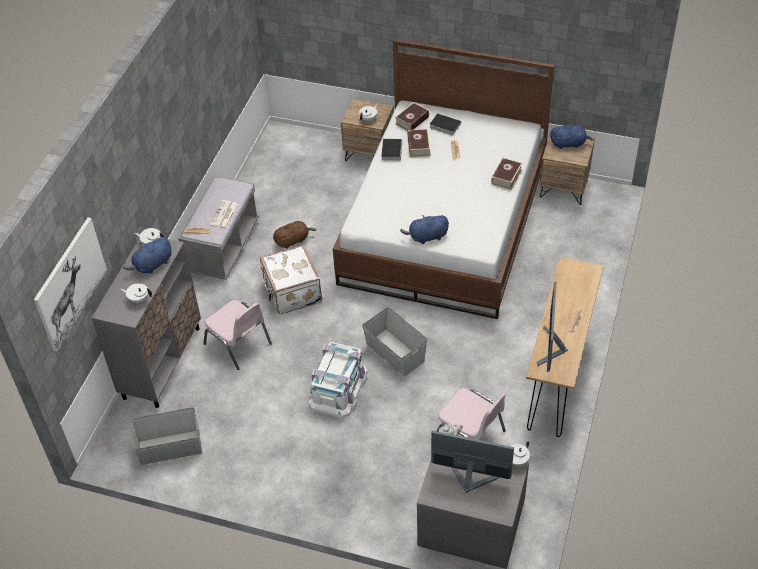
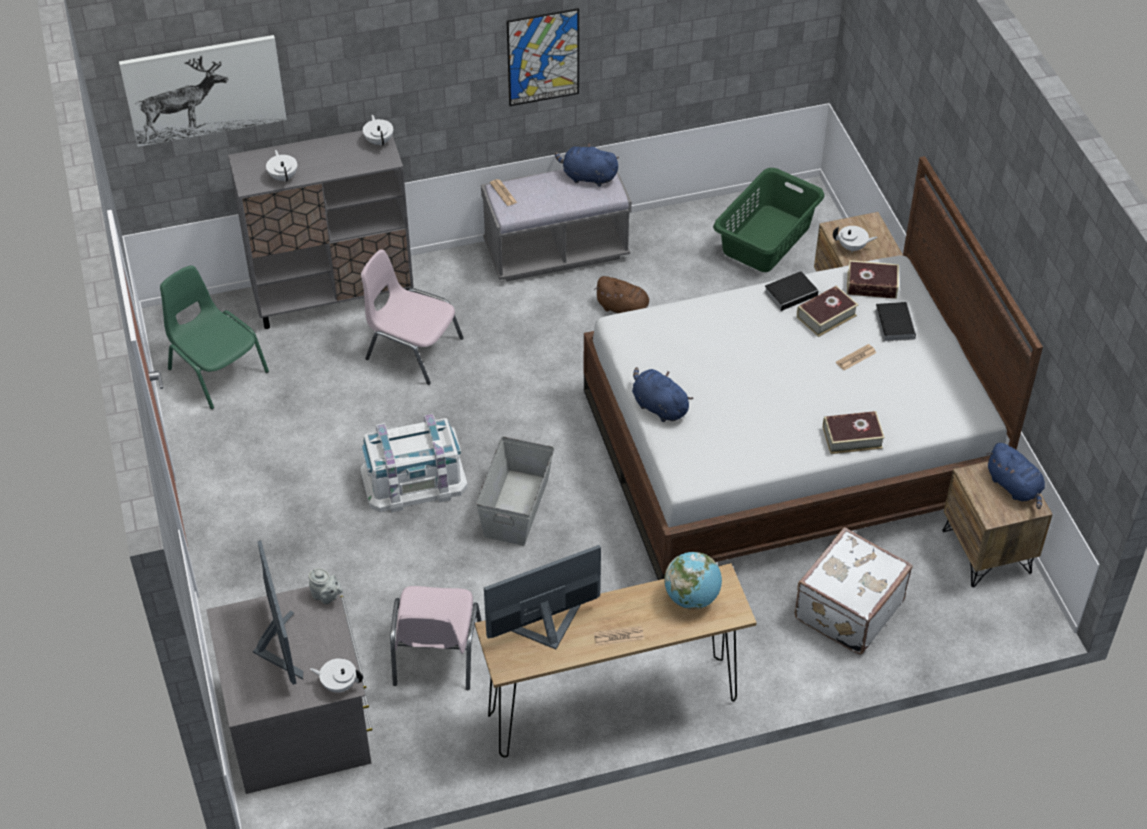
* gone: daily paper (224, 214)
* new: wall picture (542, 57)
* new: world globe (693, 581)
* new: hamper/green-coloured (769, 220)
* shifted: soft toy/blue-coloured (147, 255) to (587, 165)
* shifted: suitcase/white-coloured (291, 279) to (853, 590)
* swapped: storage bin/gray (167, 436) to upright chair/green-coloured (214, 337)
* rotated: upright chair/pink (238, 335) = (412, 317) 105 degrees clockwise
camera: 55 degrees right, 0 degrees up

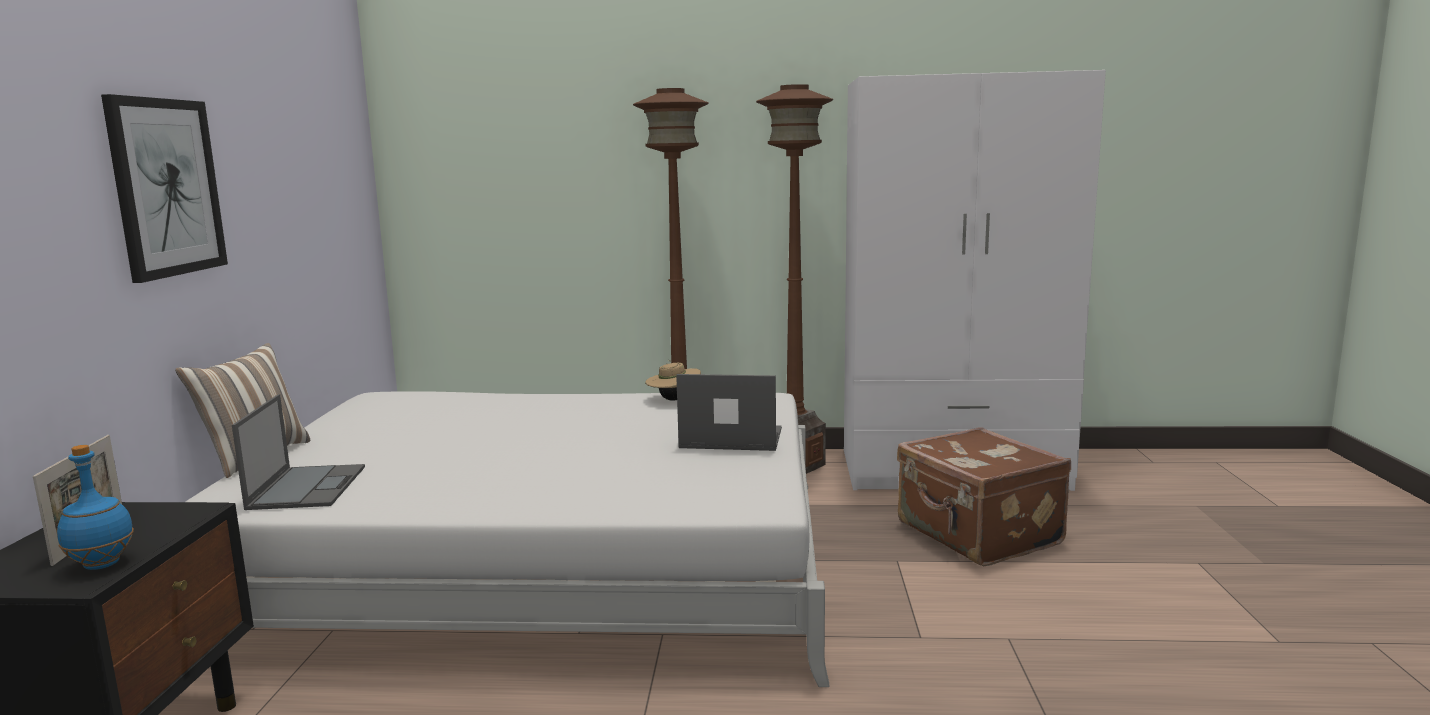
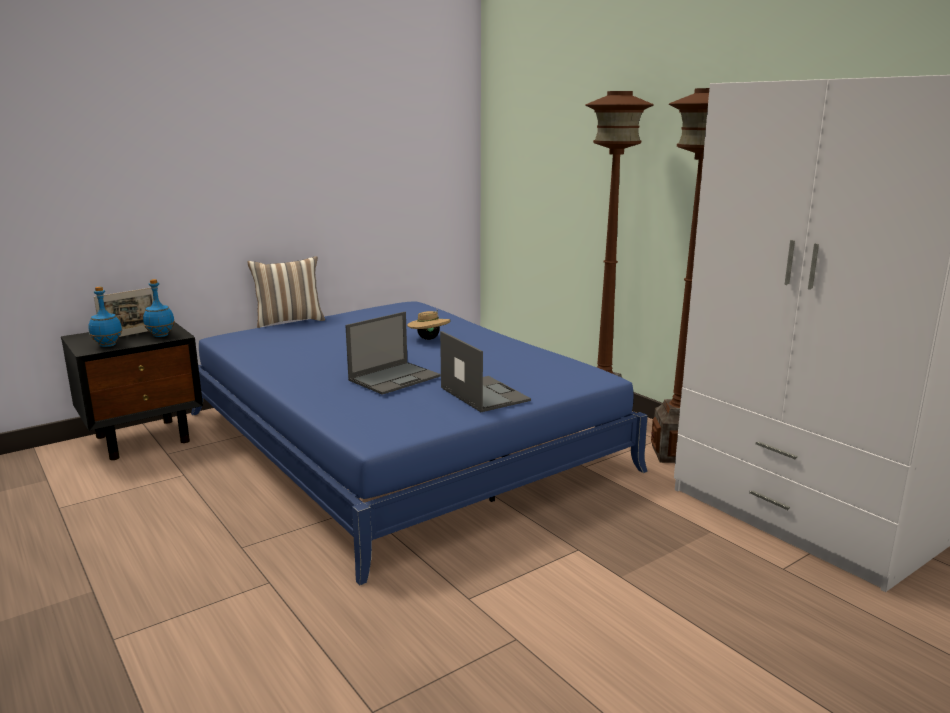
* gone: wall picture (164, 188)
* gone: suitcase/brownish (984, 496)
* new: drink bottle/blue-coloured (159, 308)
* shifted: notebook computer (298, 452) to (393, 353)
* shifted: wearable hat/beige-coloured (673, 380) to (428, 324)
* repainted: bed/white-coloured (507, 539) to bed/blue-coloured (419, 443)
camera: 50 degrees right, 5 degrees up

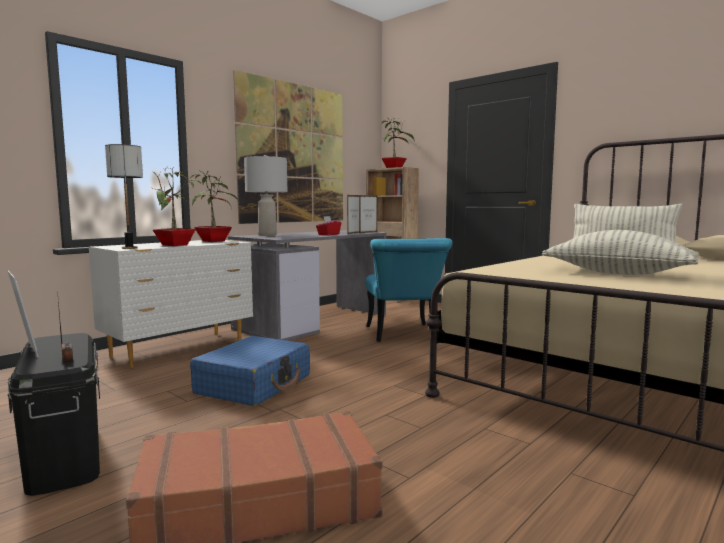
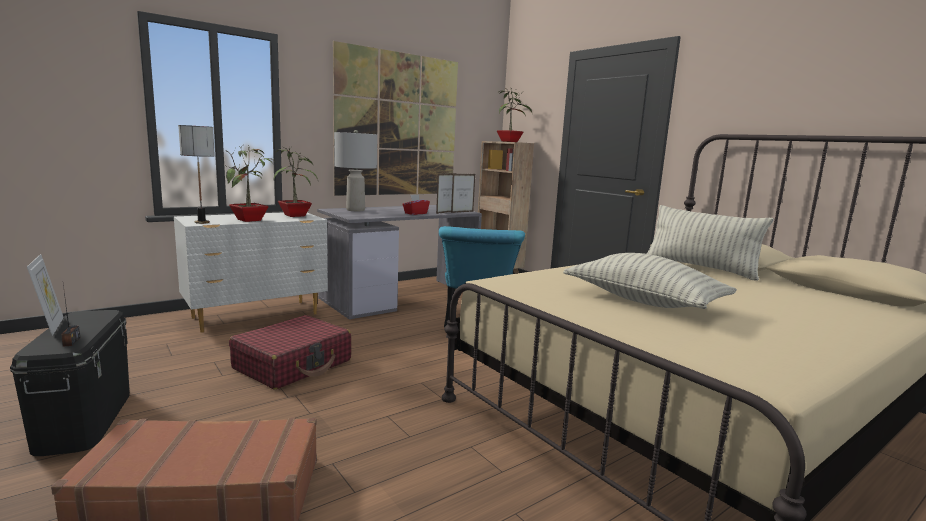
* repainted: suitcase/blue-coloured (250, 371) to suitcase/red (290, 352)
camera: 10 degrees right, 5 degrees up

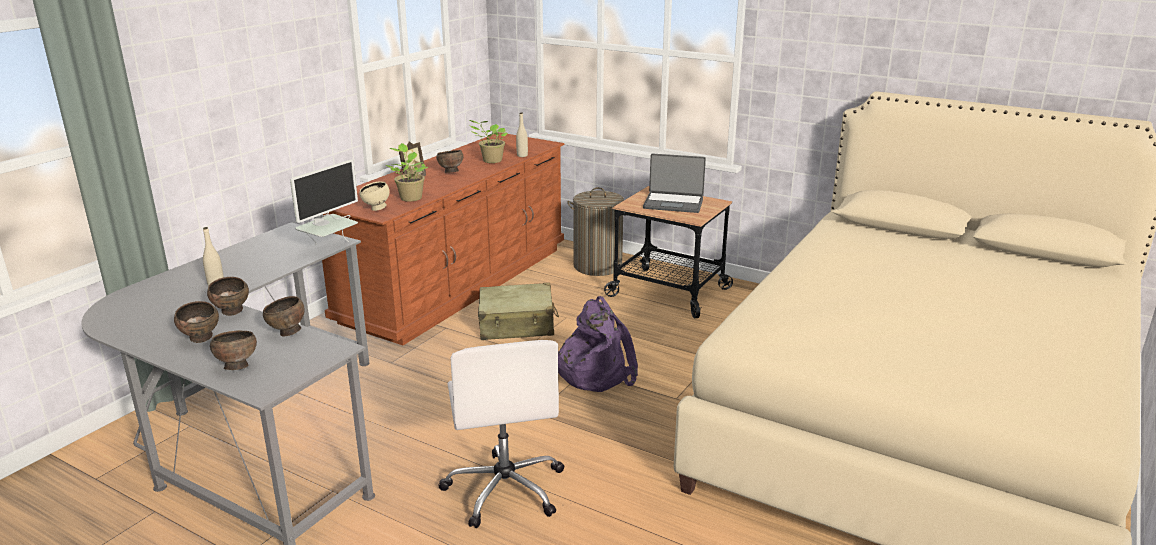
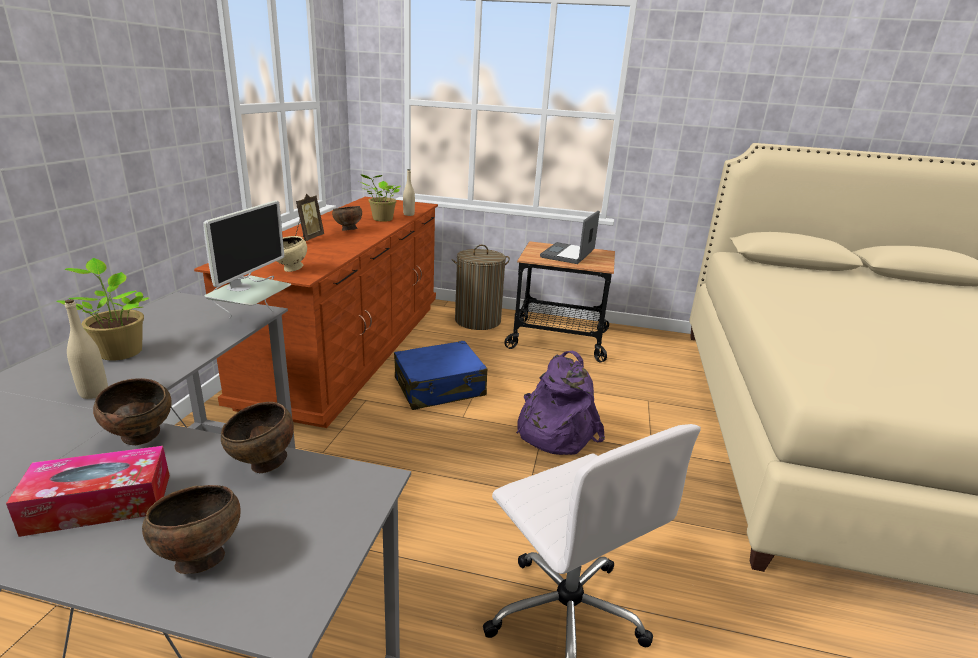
* shifted: houseplant (406, 172) to (103, 309)
* swapped: deep dish/brownish (196, 322) to tissue holder (88, 491)
* repainted: suitcase/beige-coloured (518, 311) to suitcase/blue-coloured (440, 375)
* rotated: notebook computer (674, 183) = (570, 237) 120 degrees clockwise
camera: 20 degrees left, 0 degrees up

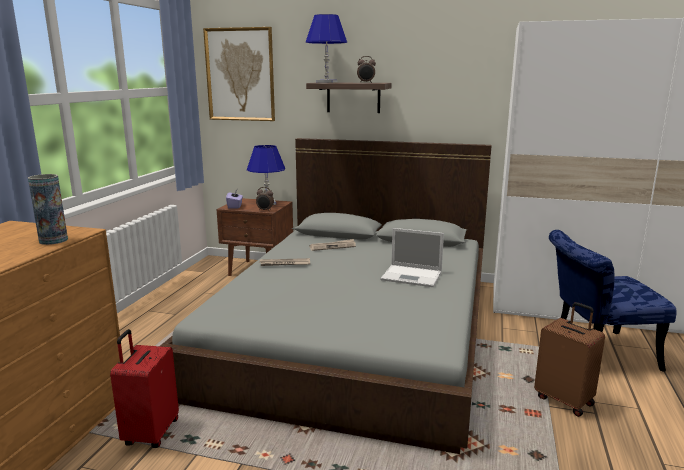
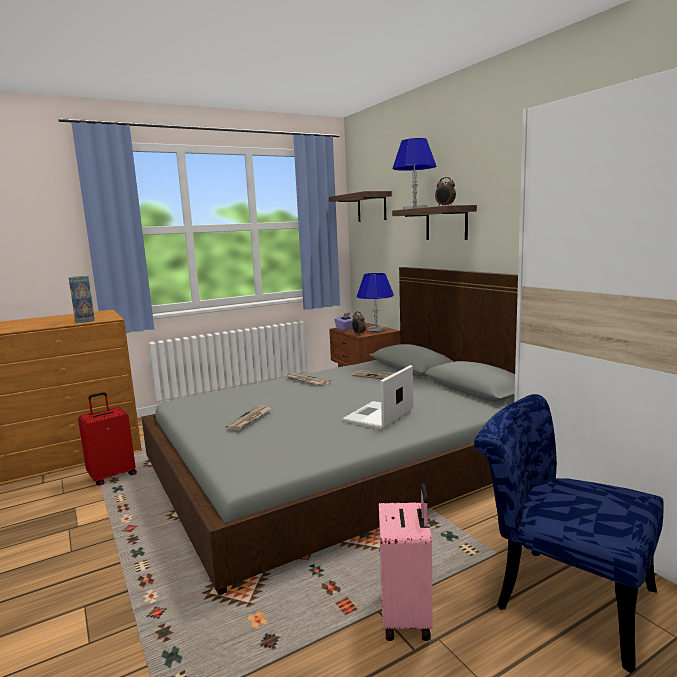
* new: daily paper (249, 418)
* swapped: wall picture (239, 74) to wall shelf (360, 206)
* repainted: suitcase/brownish (569, 359) to suitcase/pink (406, 562)
* rotated: notebook computer (412, 257) = (377, 397) 60 degrees clockwise
camera: 45 degrees right, 5 degrees down

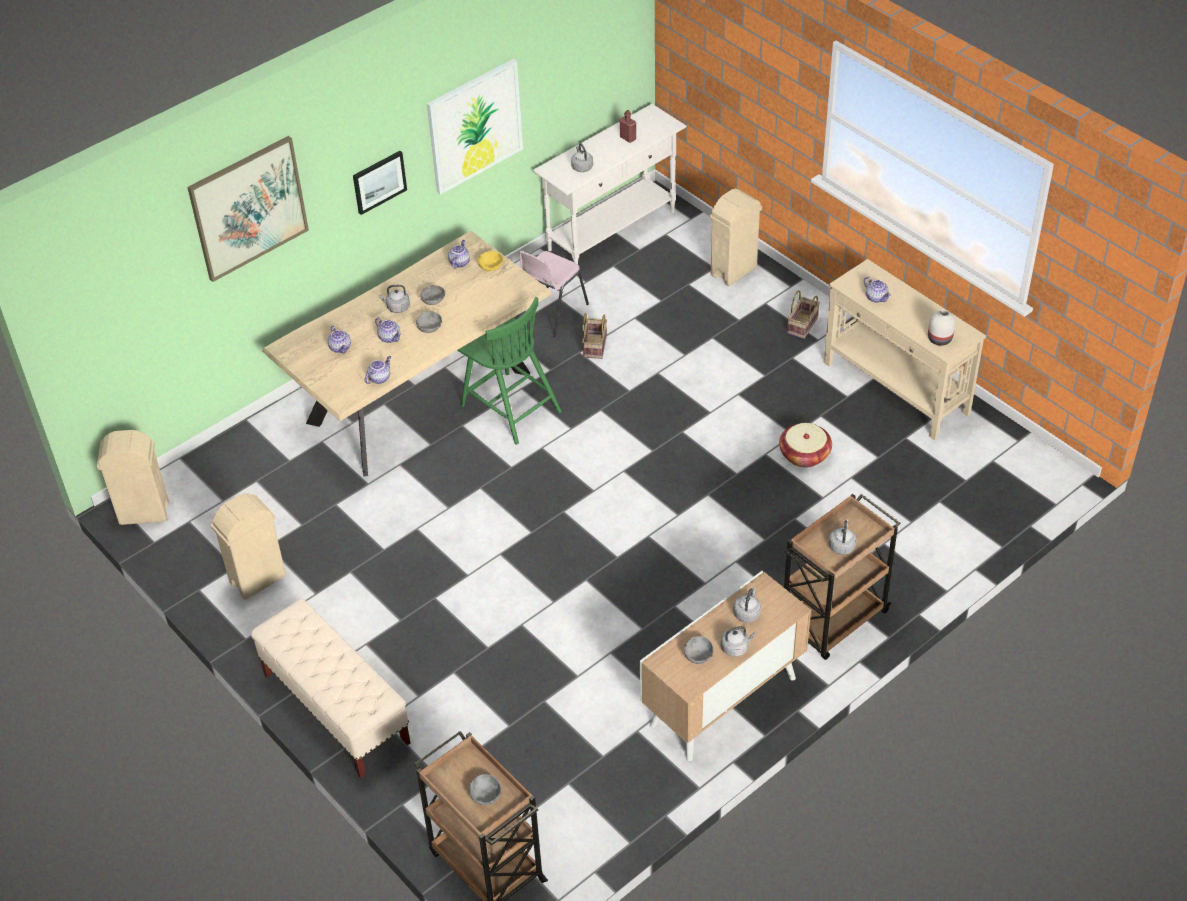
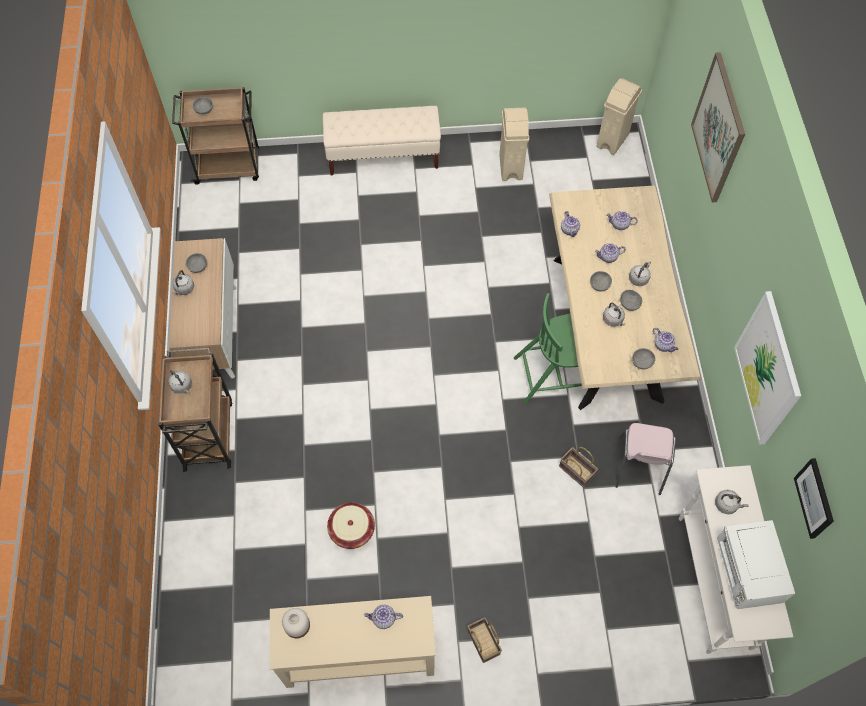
* gone: trash can/beige-coloured (736, 237)
* shifted: wall picture (380, 183) to (814, 498)
* shifted: kettle/gray (747, 605) to (614, 315)
* swapped: drink bottle/red (628, 126) to microwave/white-coloured (755, 564)
* repainted: deep dish/yellow-coloured (490, 261) to deep dish/gray (644, 359)
* rotated: upright chair/pink (552, 294) = (645, 459) 150 degrees counterclockwise
camera: 125 degrees right, 15 degrees up

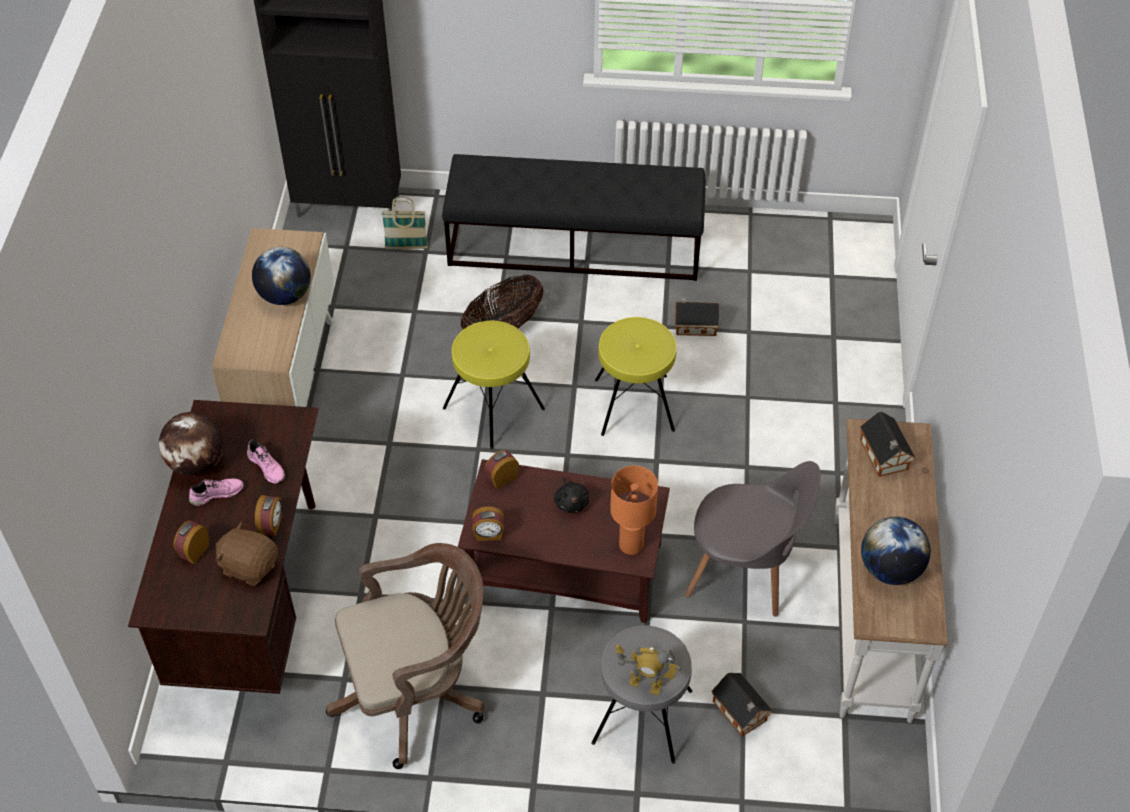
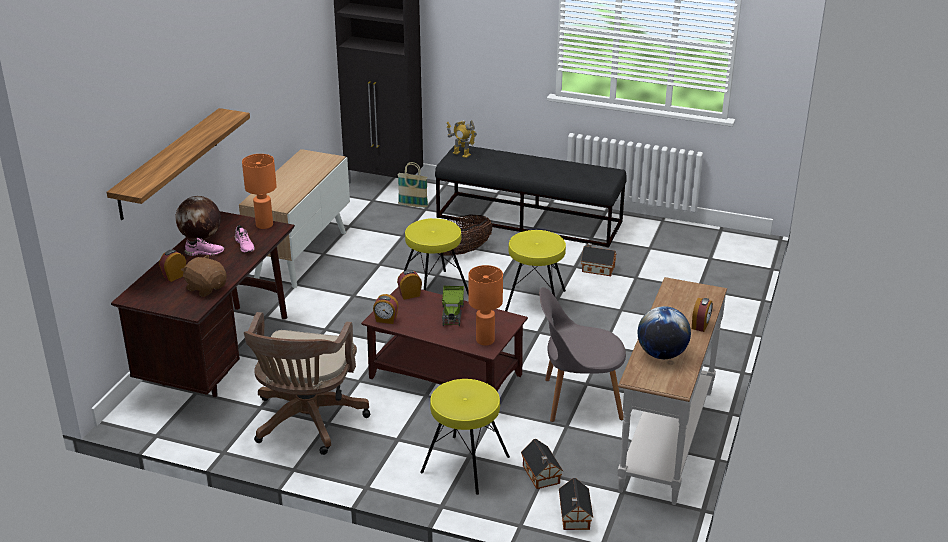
* gone: world globe (281, 276)
* new: wall shelf (178, 164)
* new: lamp for a table/orange-coloured (259, 191)
* shifted: table clock (268, 515) to (702, 315)
* shifted: toy robot (648, 669) to (462, 139)
* shifted: miniature house (887, 444) to (576, 504)
* swapped: soft toy/black-coloured (571, 495) to toy lorry (453, 306)
* repainted: stool/gray (641, 694) to stool/yellow-coloured (465, 437)
* rotated: desk chair/brownish (405, 656) = (307, 383) 105 degrees clockwise
* rotated: upright chair/gray (752, 539) = (582, 354) 150 degrees clockwise
camera: 15 degrees right, 20 degrees down

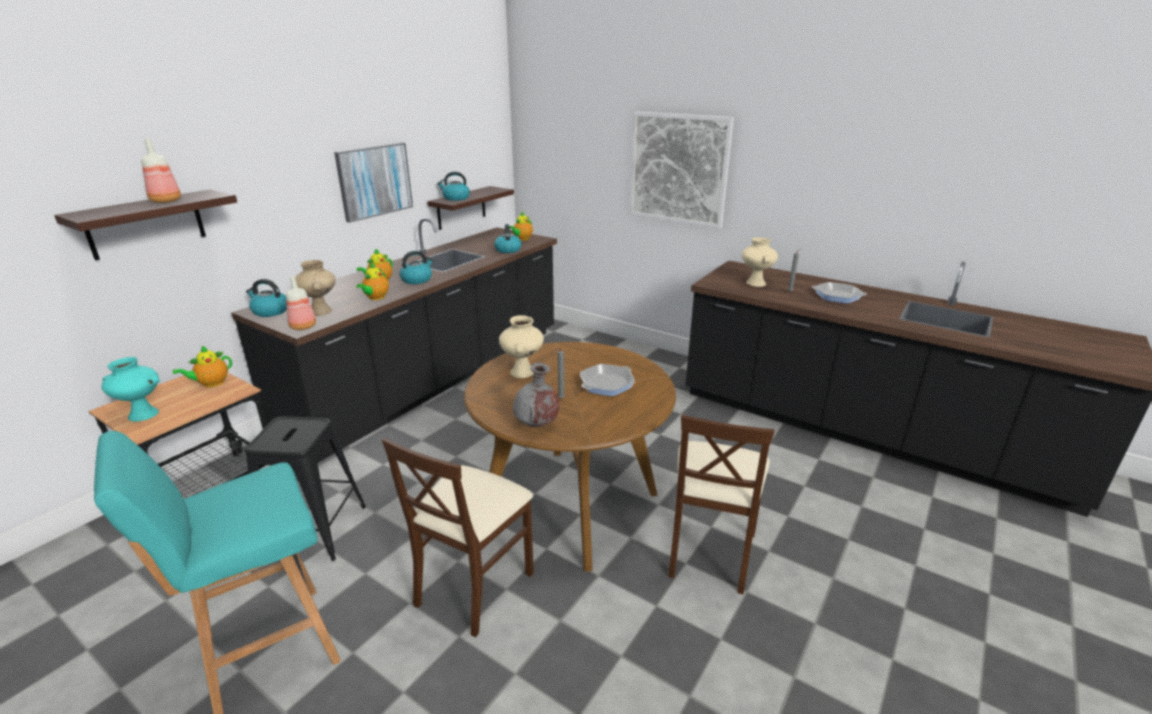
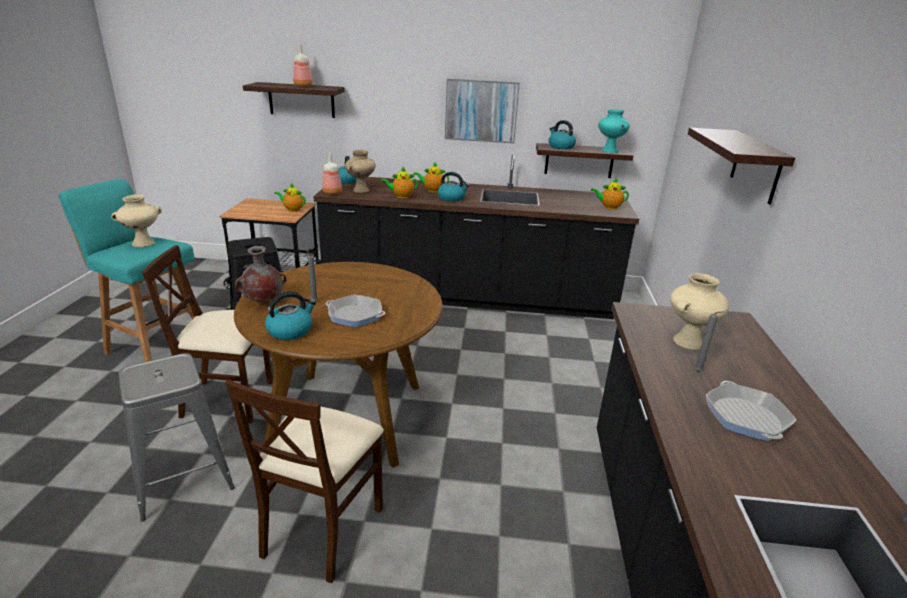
* new: stool/gray (177, 437)
* shifted: decorative vase/turquoise (131, 389) to (614, 131)
* shifted: kettle (508, 238) to (290, 315)
* shifted: decorative vase/beige-coloured (521, 346) to (136, 220)
* swapped: wall picture (682, 170) to wall shelf (741, 166)
* rotated: upright chair/beige-coloured (721, 504) = (304, 481) 60 degrees counterclockwise
camera: 60 degrees right, 0 degrees up

